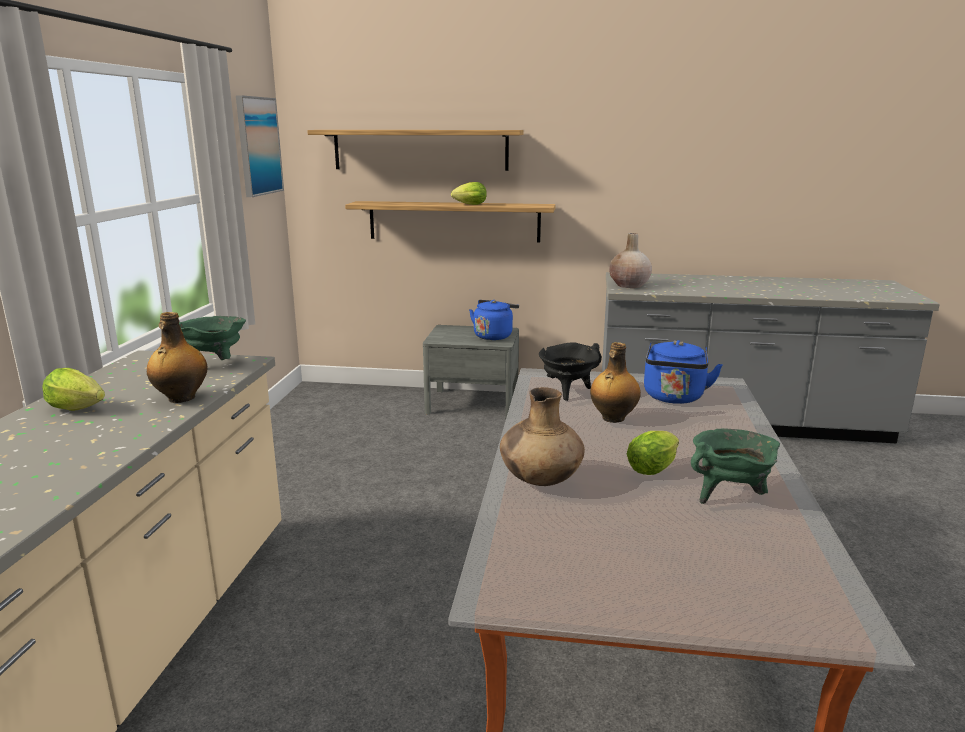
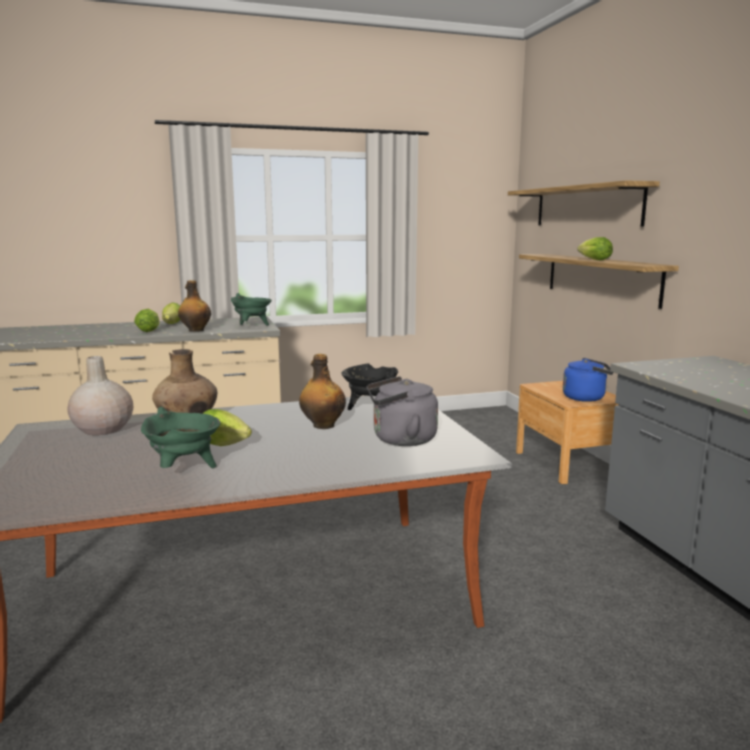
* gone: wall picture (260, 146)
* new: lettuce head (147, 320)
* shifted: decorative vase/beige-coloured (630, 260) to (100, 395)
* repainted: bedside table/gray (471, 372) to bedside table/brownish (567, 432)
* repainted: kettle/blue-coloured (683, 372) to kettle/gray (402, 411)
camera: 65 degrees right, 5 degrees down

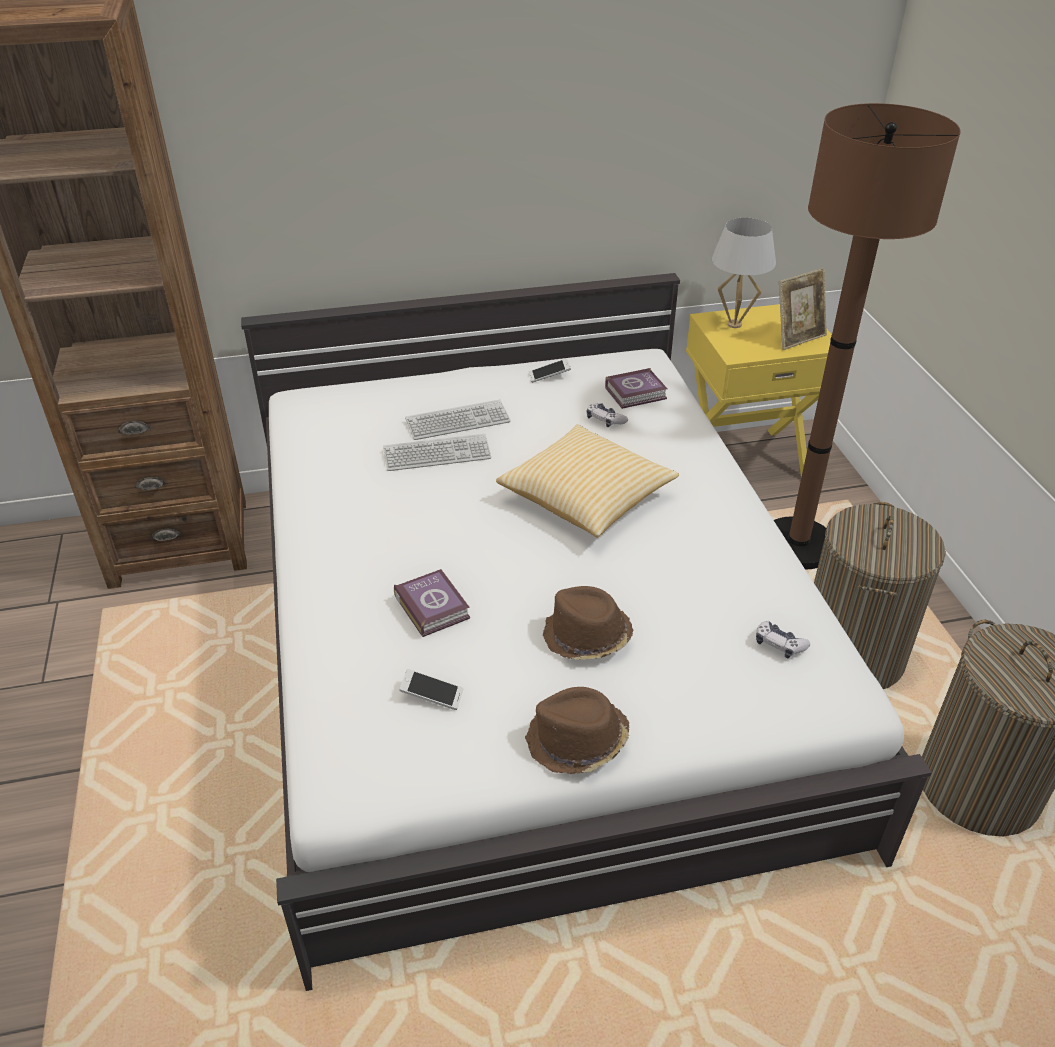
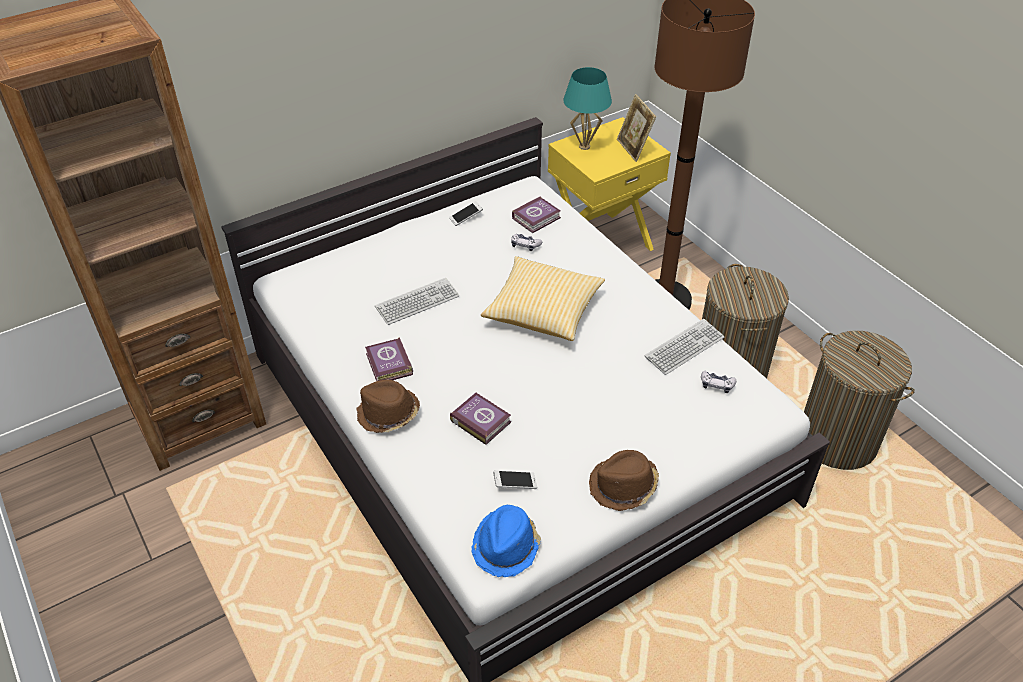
* new: book (389, 359)
* new: wearable hat/blue-coloured (506, 541)
* shifted: PC keyboard (458, 420) to (684, 347)
* shifted: wearable hat/brownish (588, 623) to (388, 406)
* repainted: lamp for a table/white-coloured (744, 273) to lamp for a table/turquoise (587, 108)
* rotated: picture frame (803, 309) = (636, 128) 120 degrees clockwise
camera: 20 degrees left, 5 degrees up

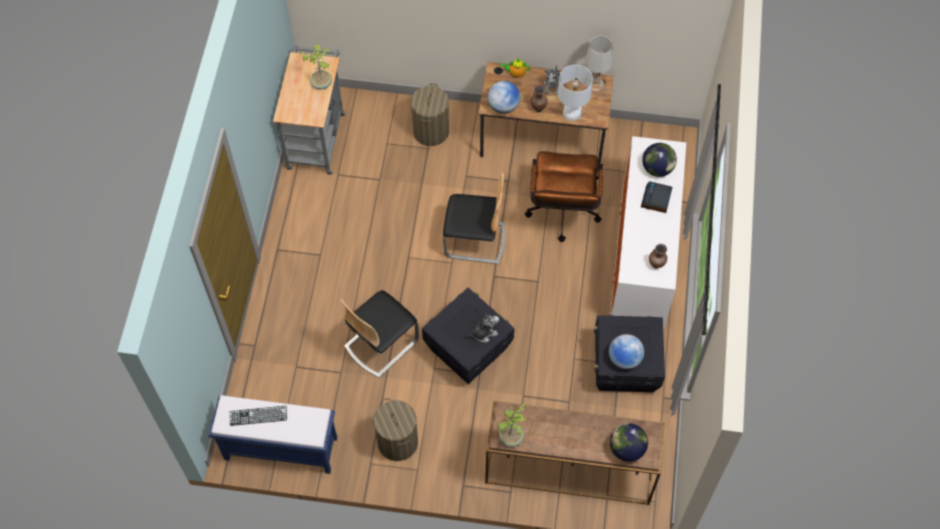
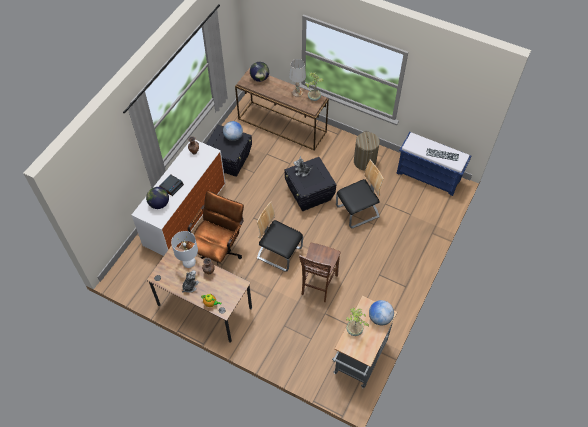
* gone: hamper (430, 114)
* new: upright chair/brownish (320, 272)
* shifted: world globe (504, 97) to (381, 313)
* shifted: lamp for a table/white-coloured (599, 64) to (297, 78)
camera: 160 degrees left, 5 degrees down

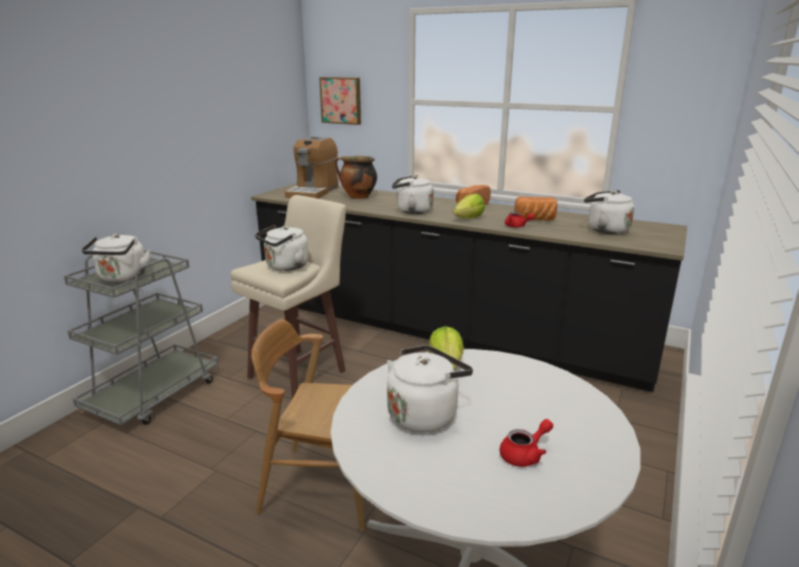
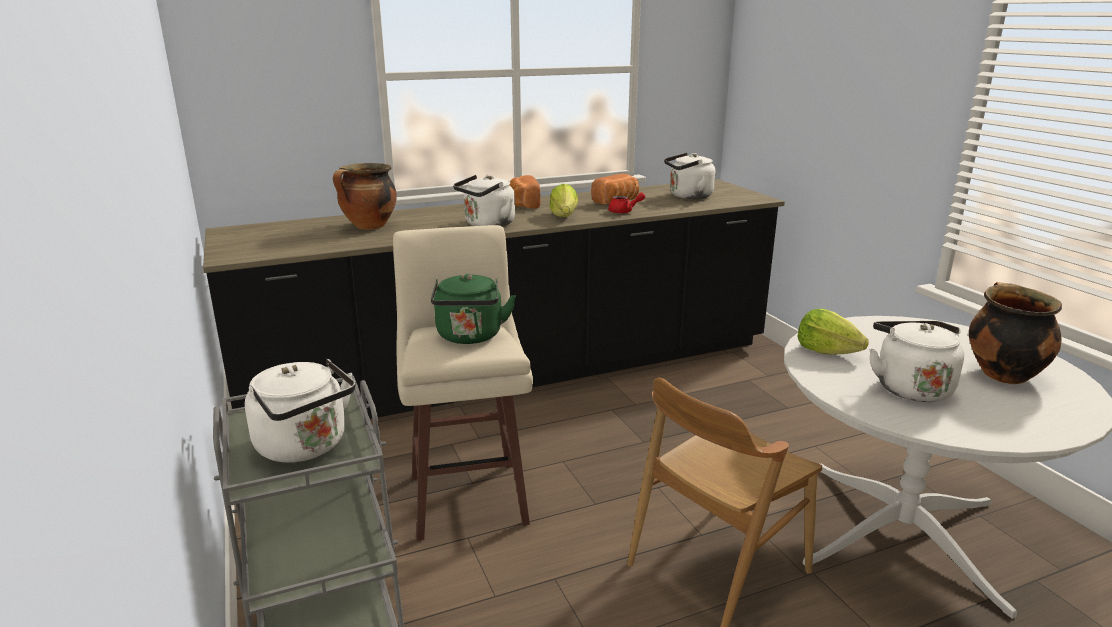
* gone: coffee brewer (312, 168)
* gone: wall picture (340, 101)
* swapped: tea pot/red (526, 443) to saucepot (1015, 333)
* repainted: kettle/white-coloured (282, 248) to kettle/green-coloured (473, 309)
camera: 50 degrees left, 0 degrees up

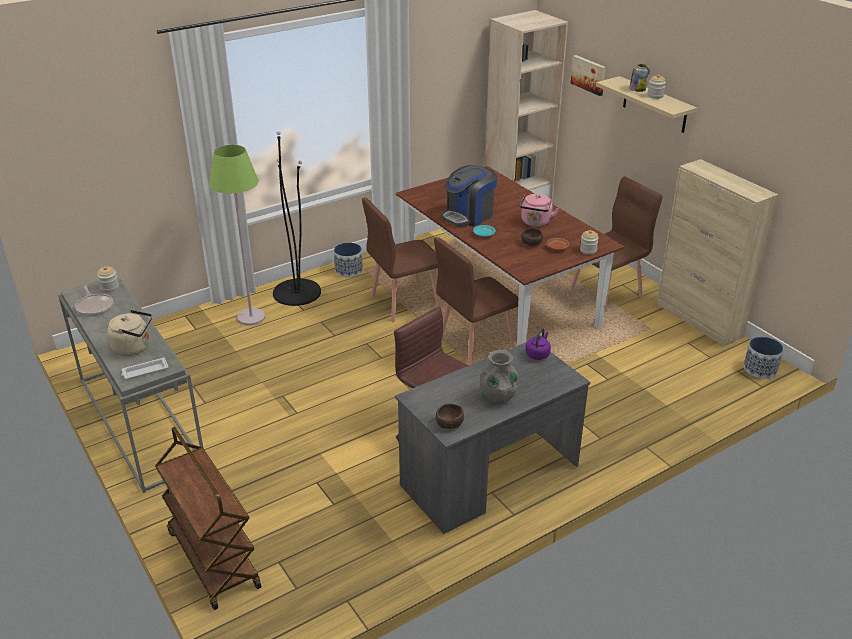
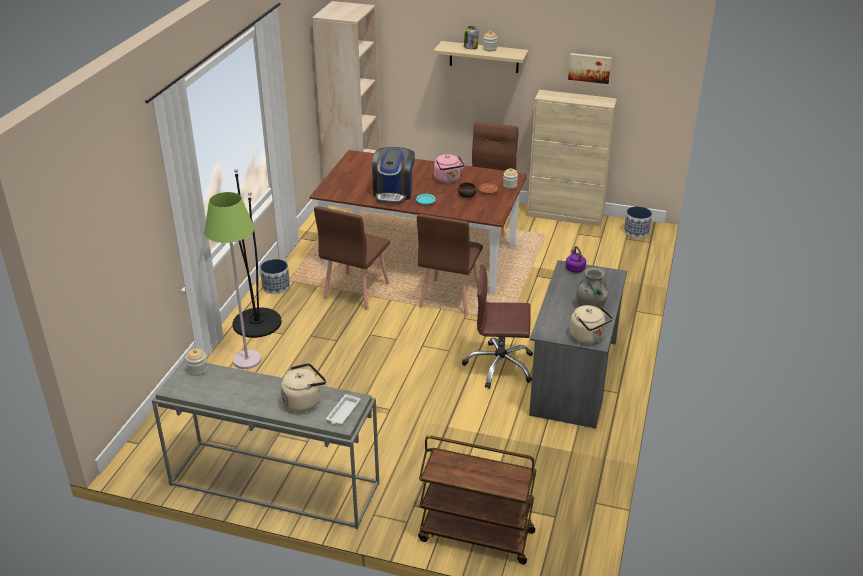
* gone: skillet (94, 300)
* shifted: wall picture (588, 75) to (590, 68)
* swapped: deep dish/brownish (450, 416) to kettle/beige-coloured (591, 324)
camera: 40 degrees left, 0 degrees up

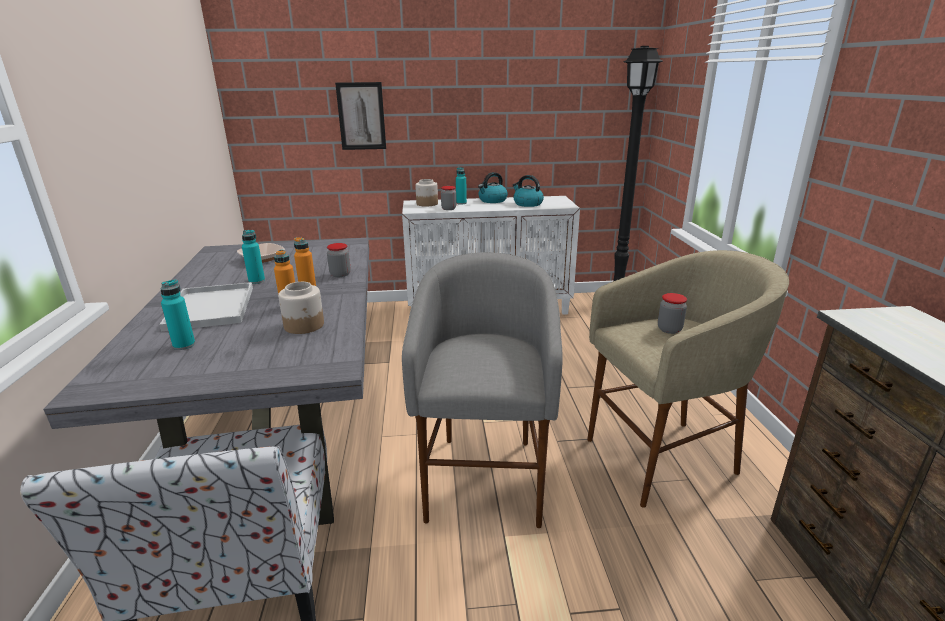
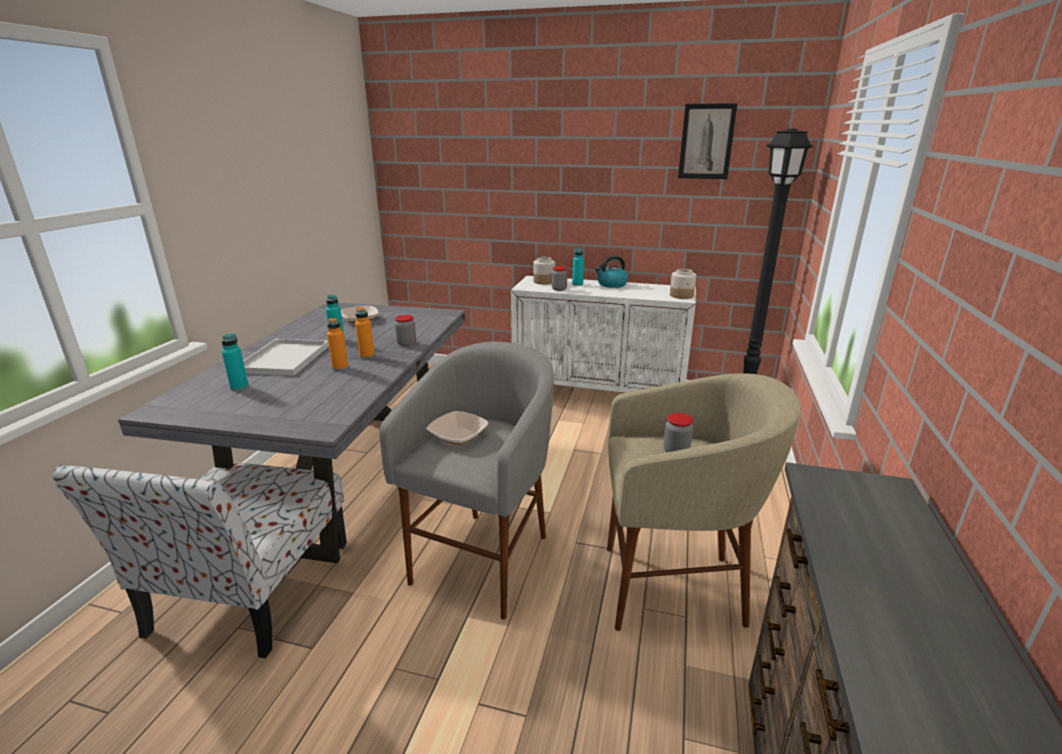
* gone: kettle (528, 191)
* new: deep dish (457, 428)
* shifted: storage jar (301, 308) to (683, 284)
* shifted: wall picture (360, 116) to (707, 141)
camera: 20 degrees right, 0 degrees up

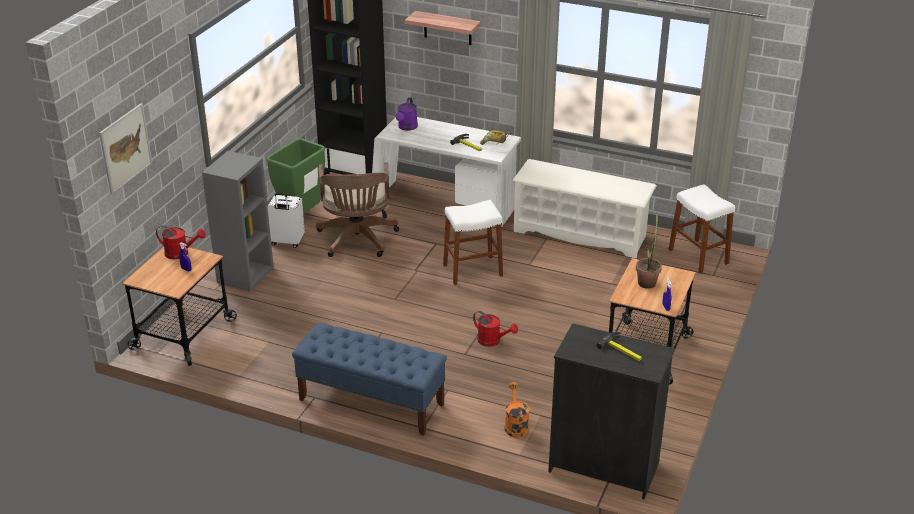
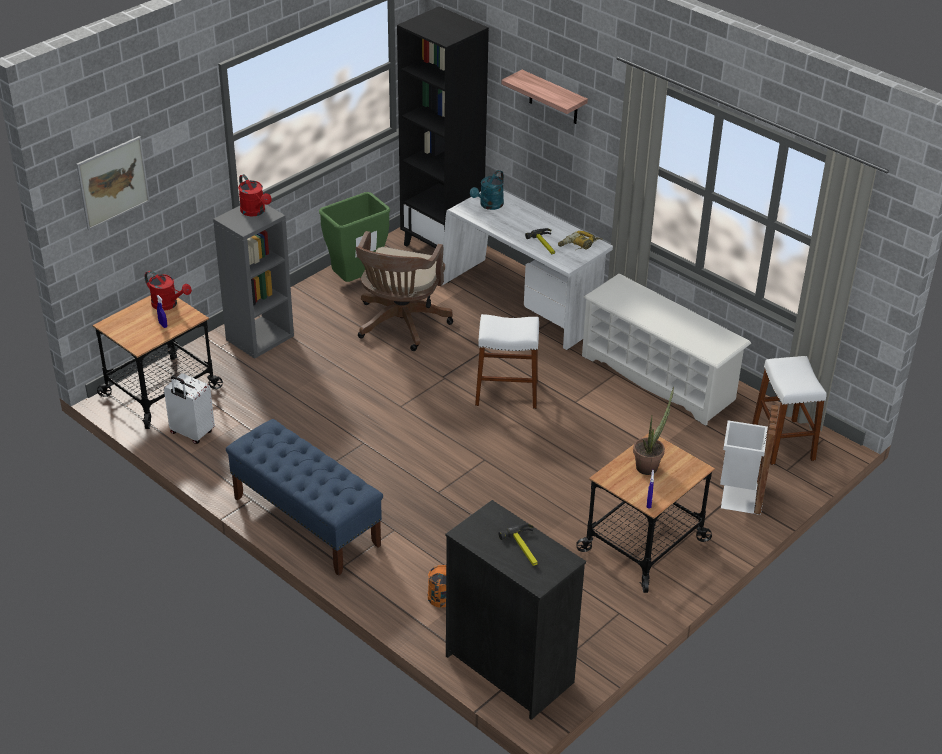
* new: trash can/white-coloured (749, 459)
* shifted: suitcase/white-coloured (286, 220) to (189, 408)
* shifted: watering pot/red (495, 329) to (255, 195)
* repainted: watering pot/purple-coloured (407, 114) to watering pot/turquoise (487, 190)
camera: 20 degrees right, 5 degrees up

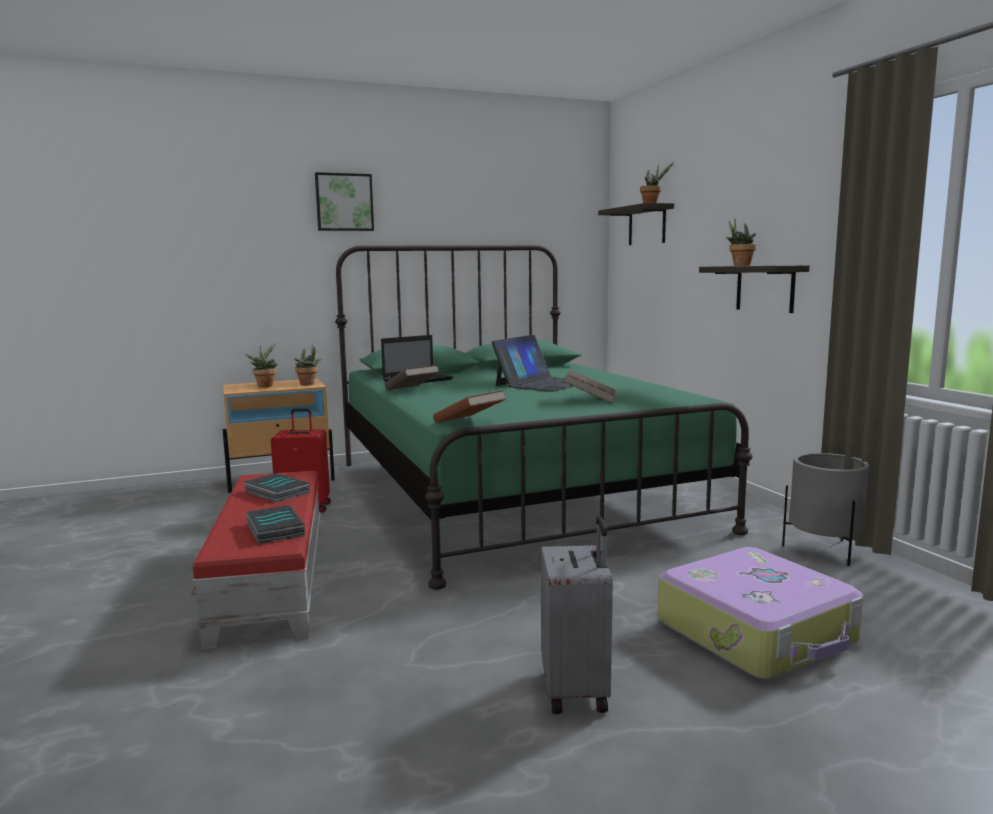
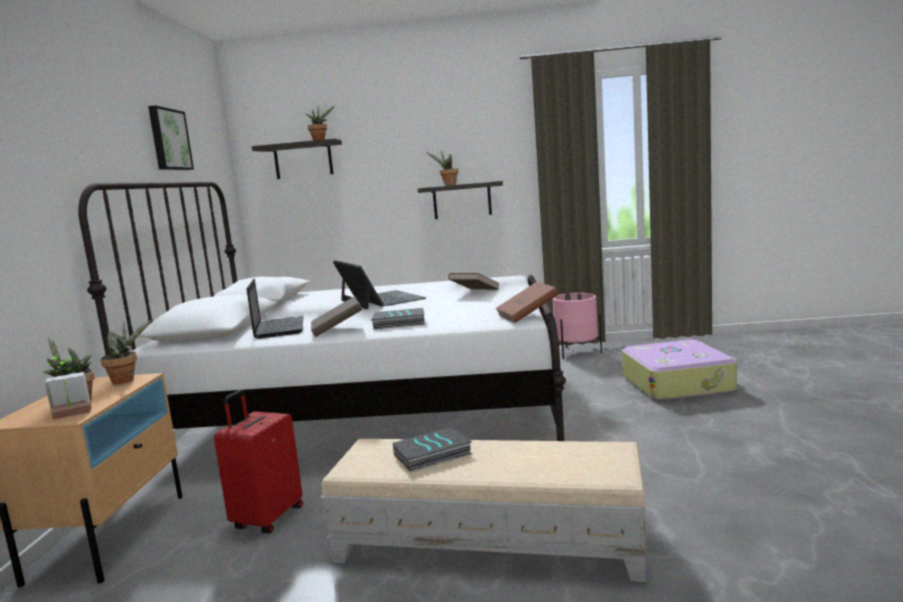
* gone: suitcase/gray (577, 615)
* new: houseplant (68, 388)
* shifted: book (275, 524) to (398, 318)
* shifted: wall picture (344, 201) to (171, 137)
* repainted: ottoman/red (256, 560) to ottoman/beige-coloured (484, 510)
* repainted: bed/green-coloured (544, 417) to bed/white-coloured (322, 311)
* repainted: flower pot/gray (826, 509) to flower pot/pink (577, 326)
camera: 65 degrees left, 0 degrees up

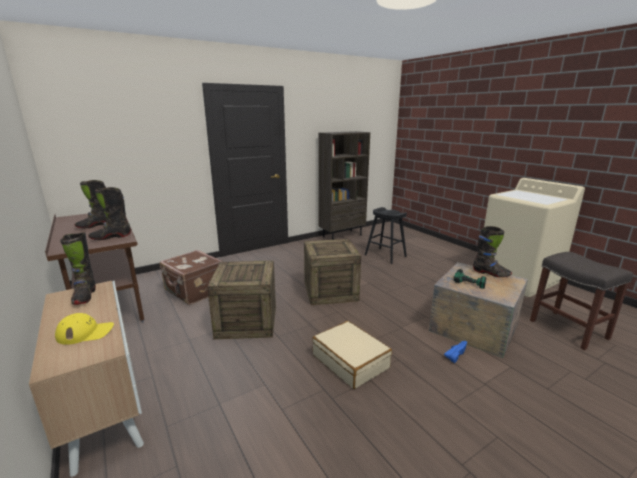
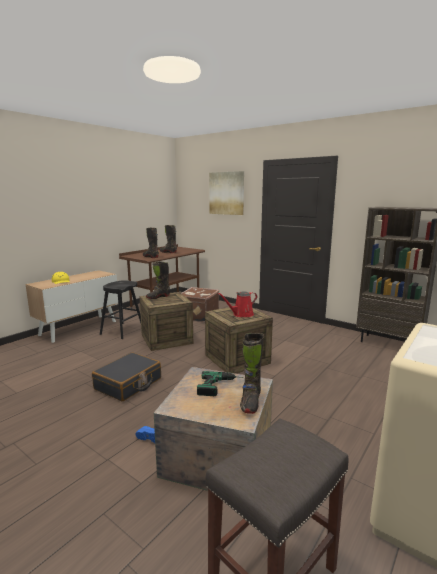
* new: wall picture (226, 193)
* new: watering pot/red (237, 304)
* shifted: high-top boot/black-coloured (78, 268) to (158, 280)
* shifted: stool/black-coloured (386, 235) to (120, 309)
* repainted: suitcase/beige-coloured (352, 355) to suitcase/black-coloured (126, 376)
camera: 70 degrees right, 5 degrees down

